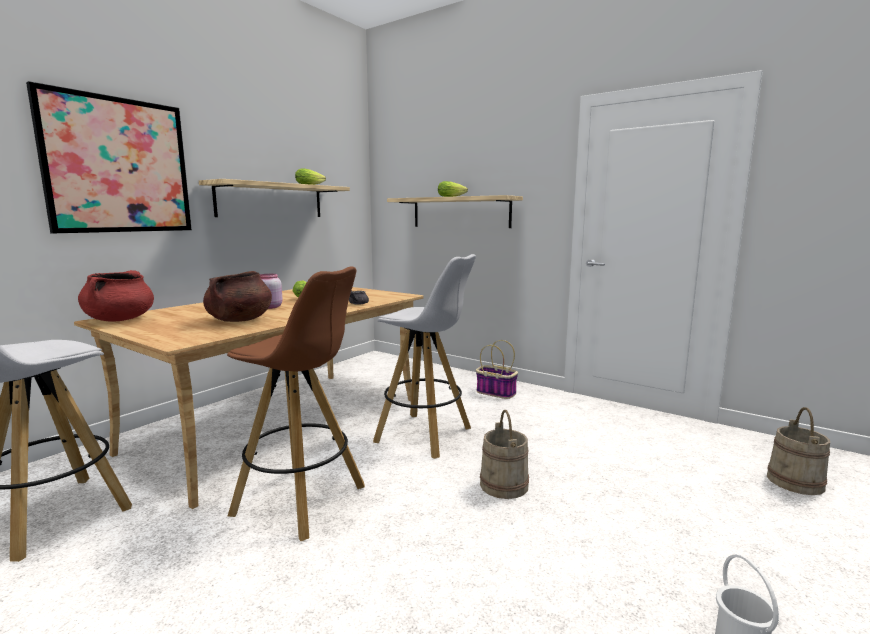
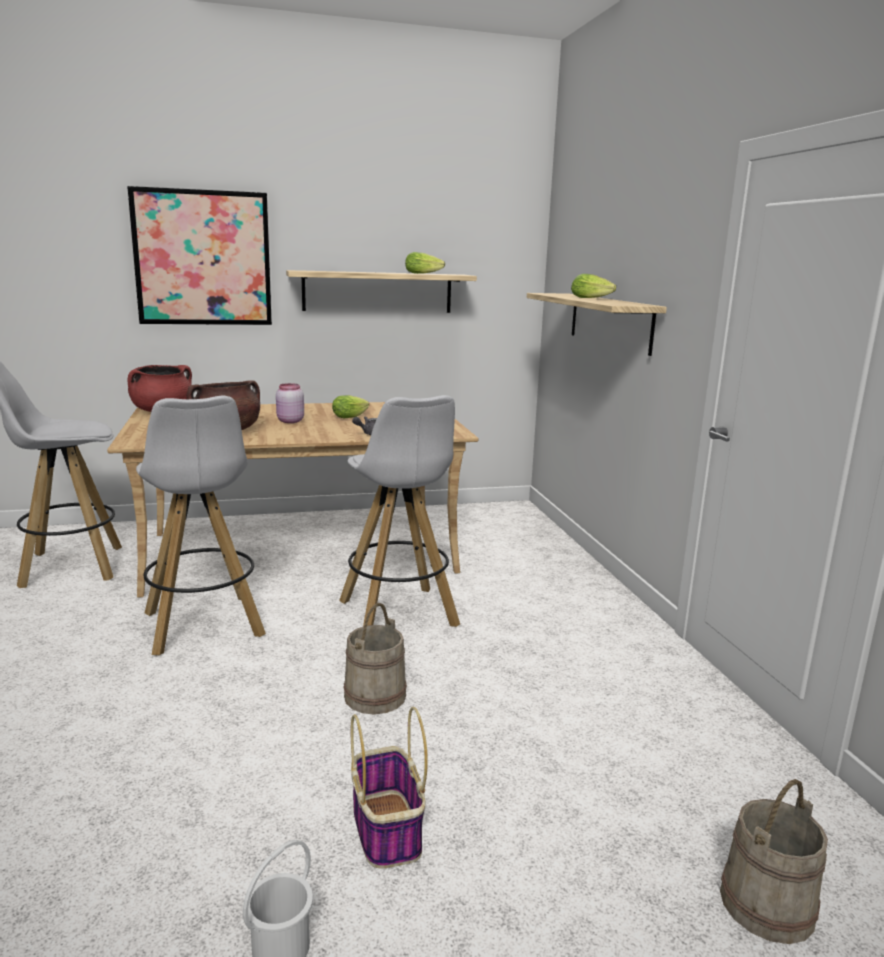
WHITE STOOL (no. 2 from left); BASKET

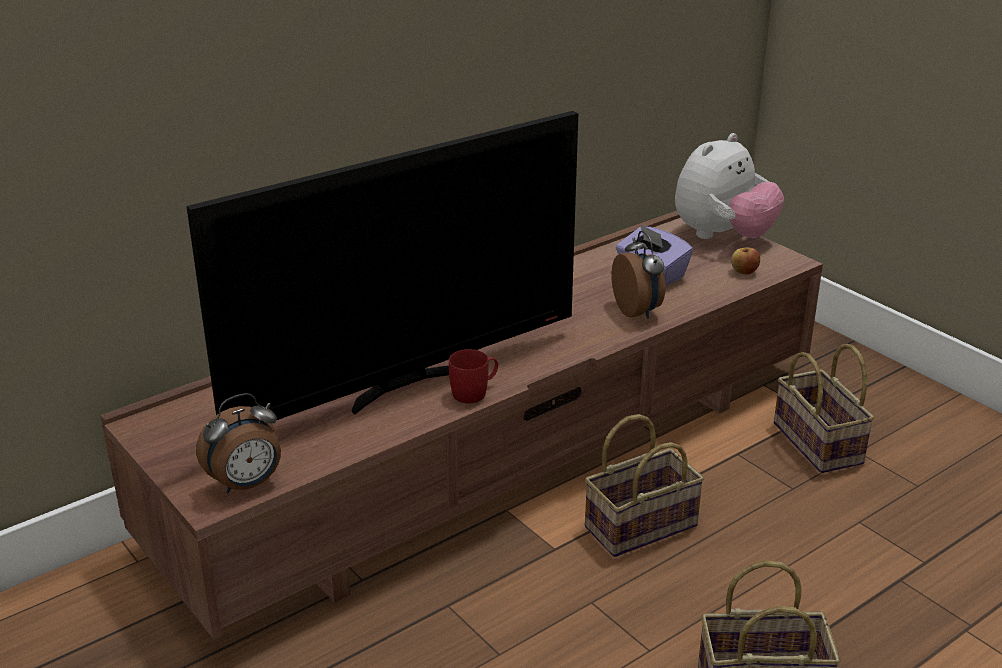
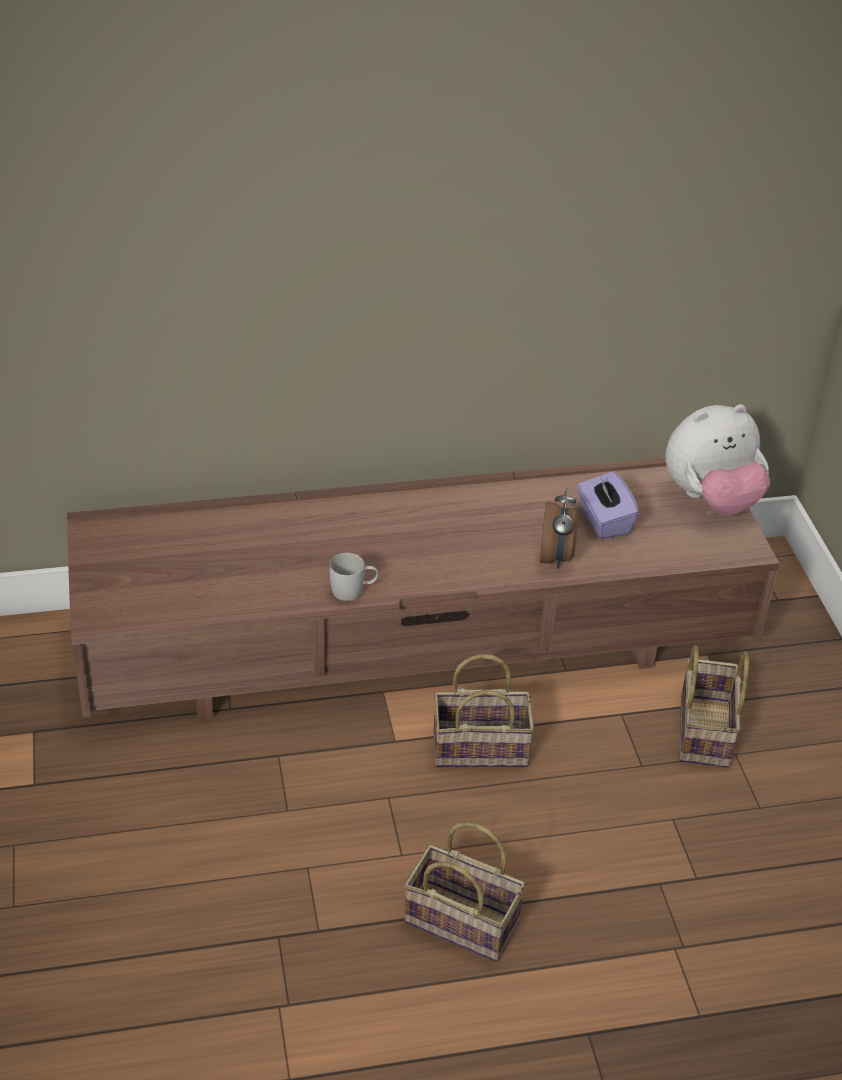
TELEVISION; ALARM CLOCK (no. 1 from left in the first image); WHITE MUG; APPLE

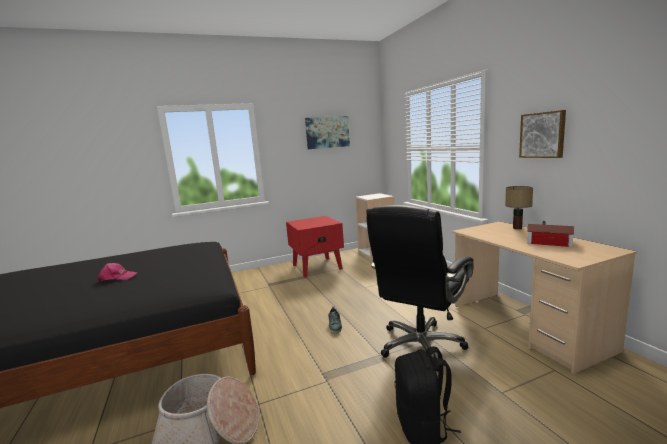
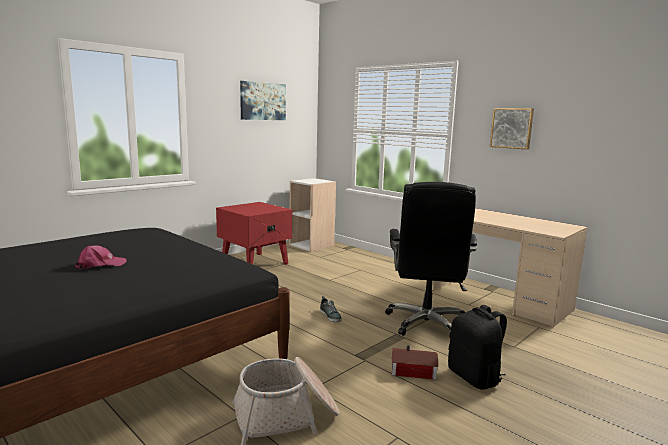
TABLE LAMP; TOY HOUSE

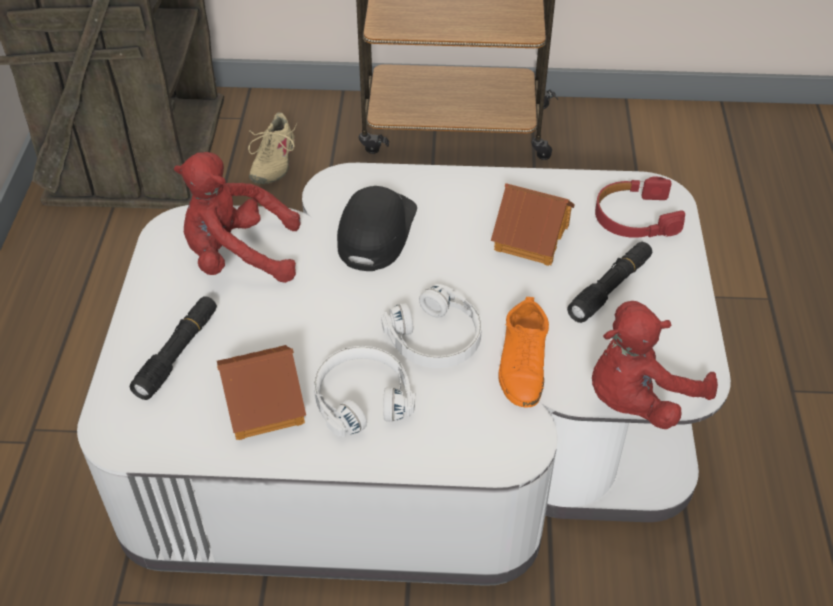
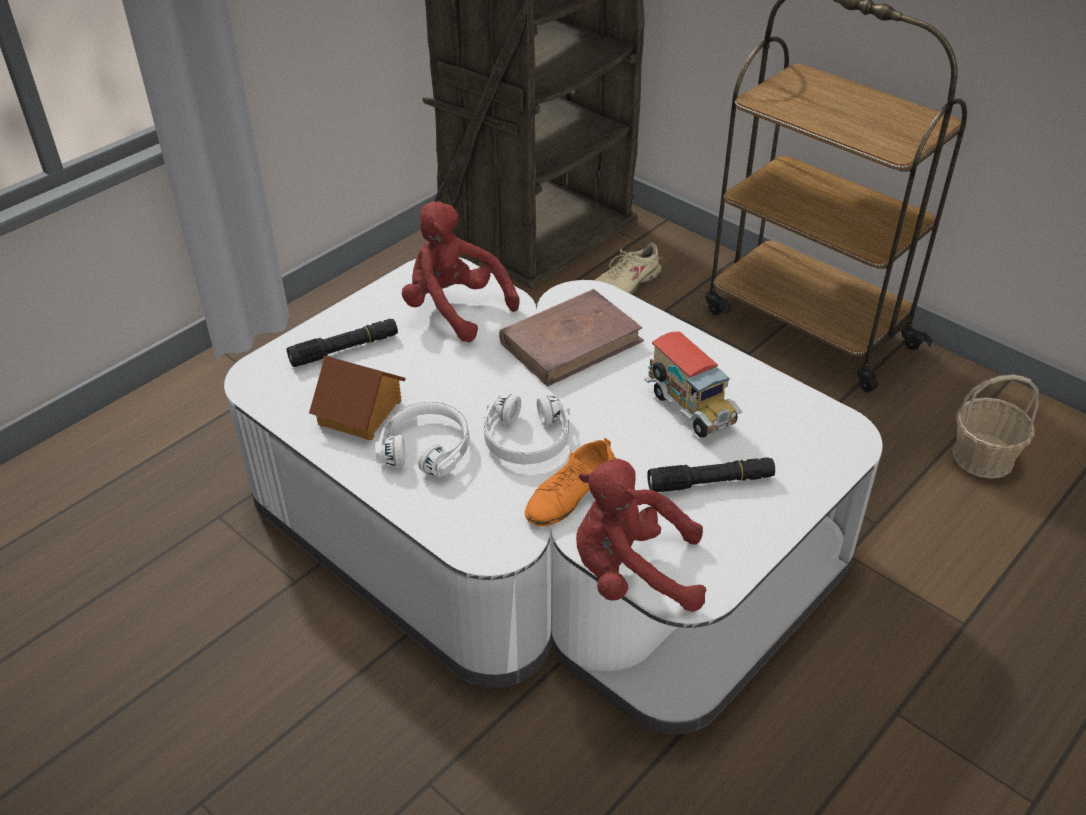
BROWN BOOK; TOY TRUCK; RED HEADPHONES; BASKET

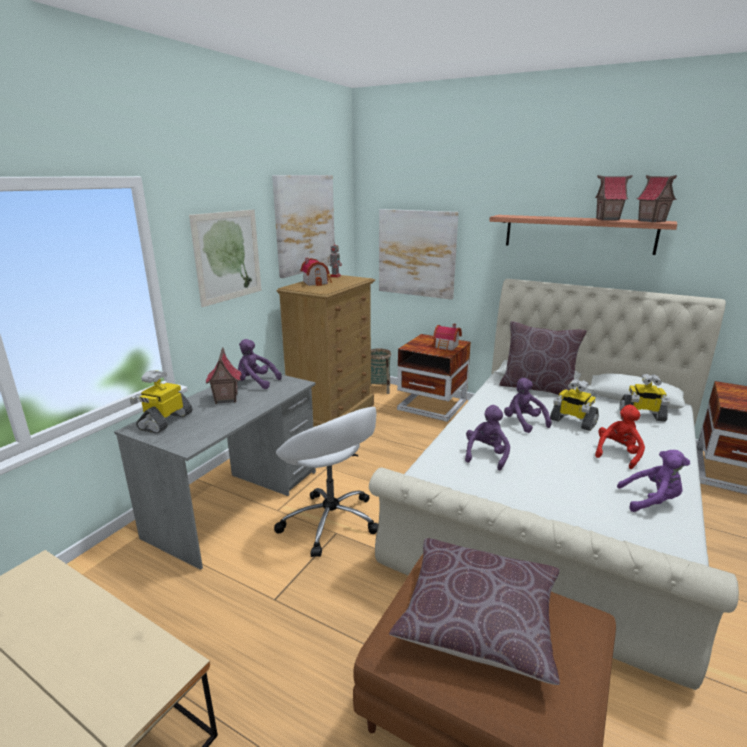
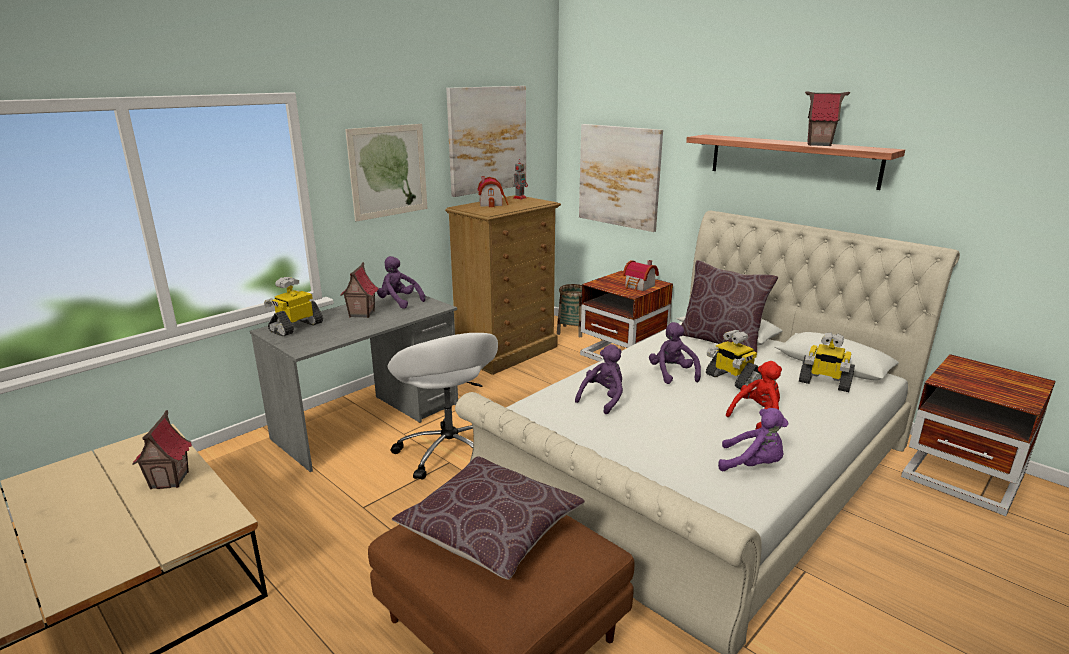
TOY HOUSE (no. 1 from left)

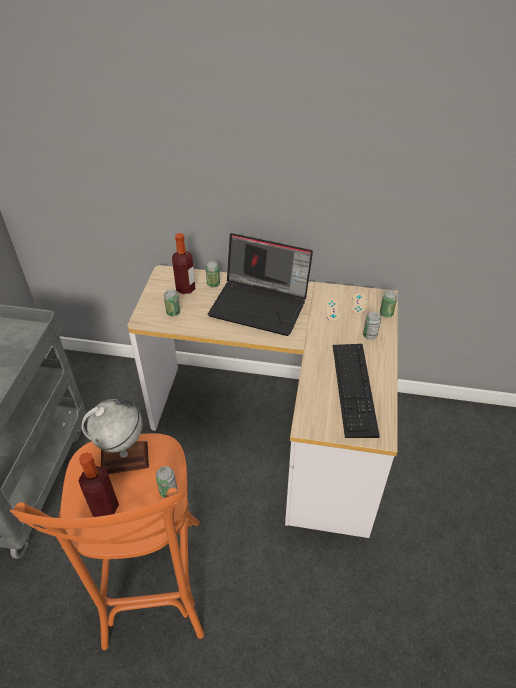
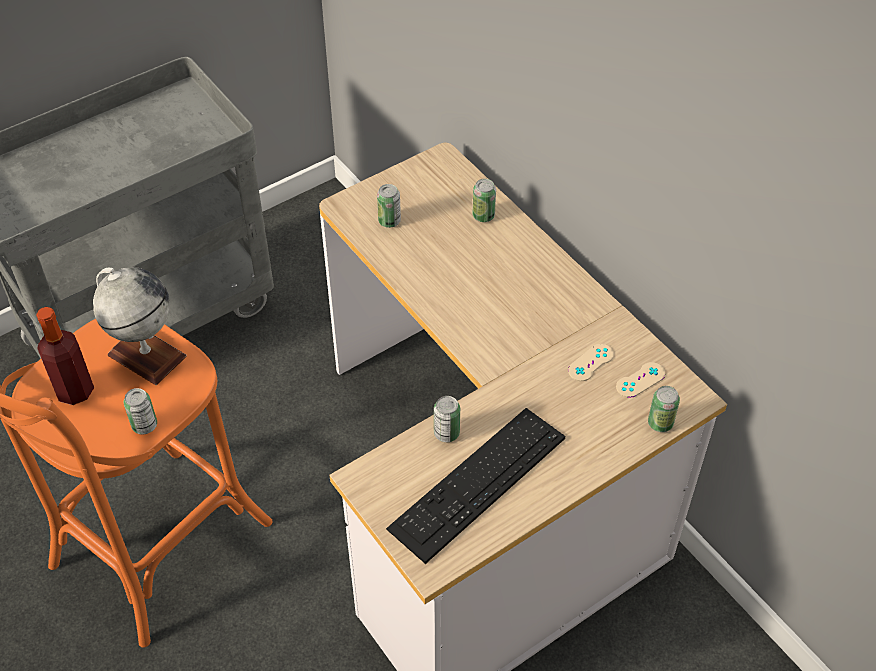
BOTTLE (no. 2 from left in the first image); LAPTOP; CAN (no. 3 from left)

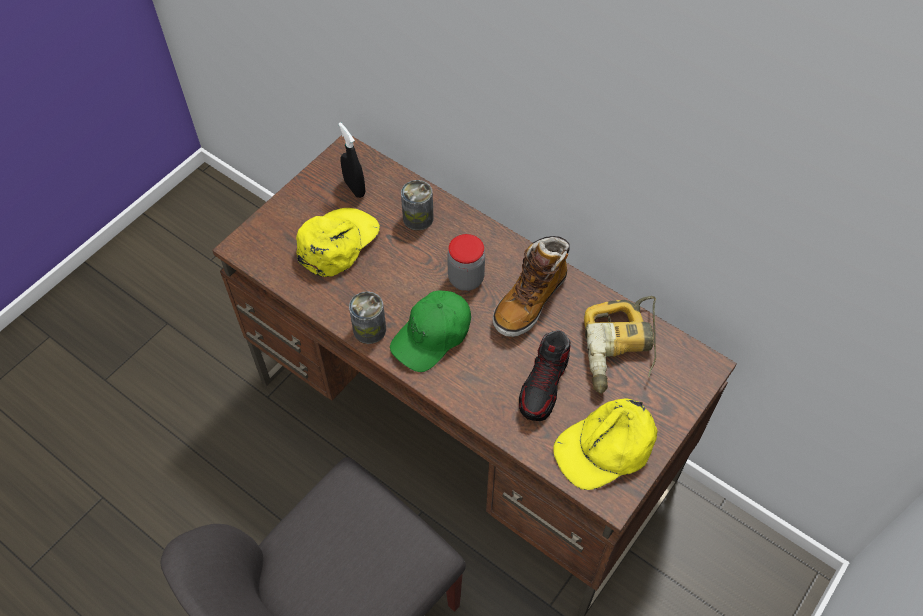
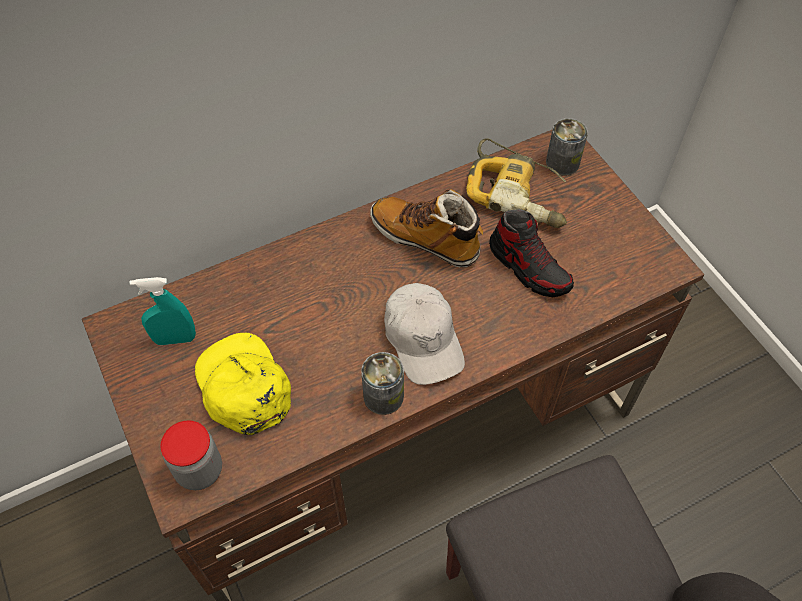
TURQUOISE SPRAY BOTTLE; WHITE CAP; CAN (no. 2 from left); JAR; BOOT; YELLOW CAP (no. 2 from left in the first image)

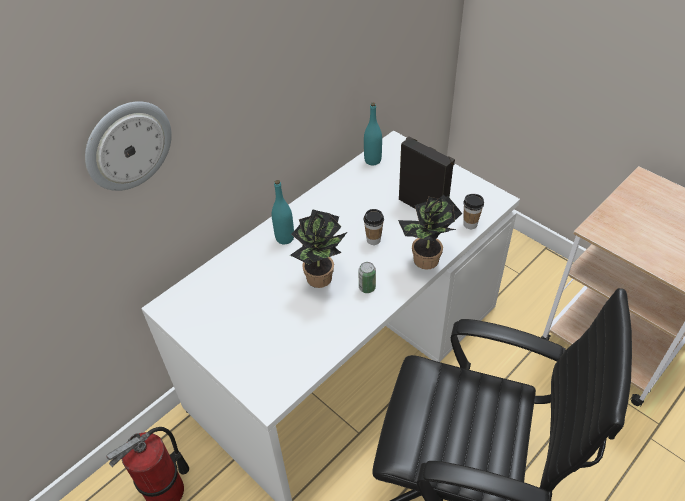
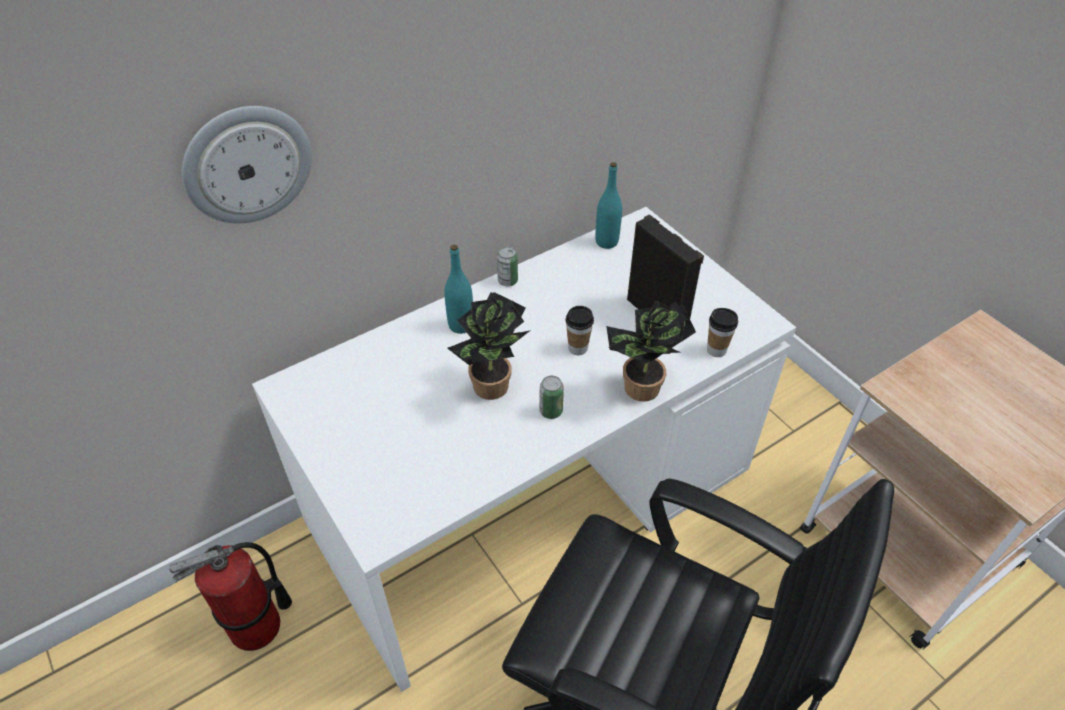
CAN (no. 1 from left)

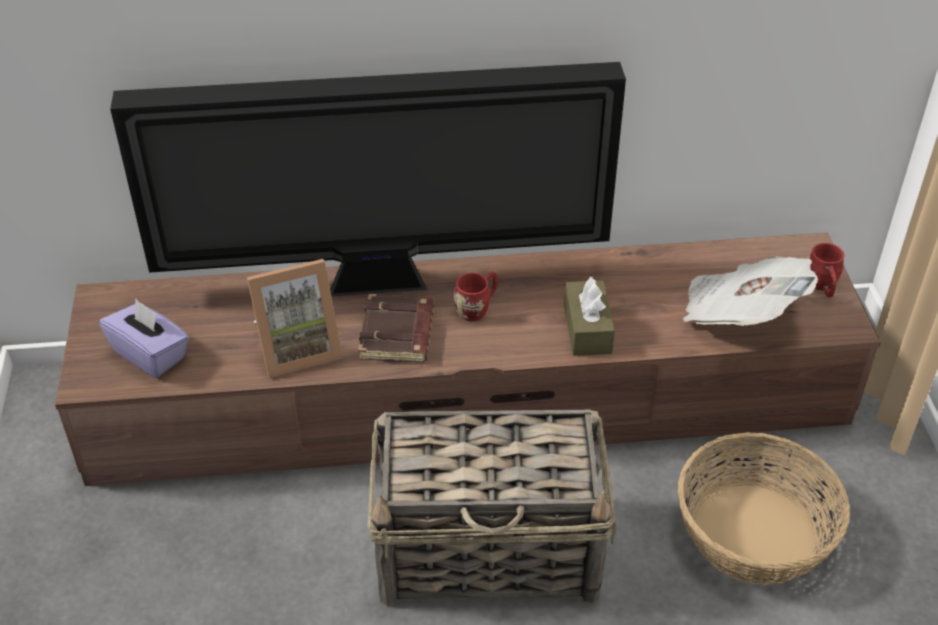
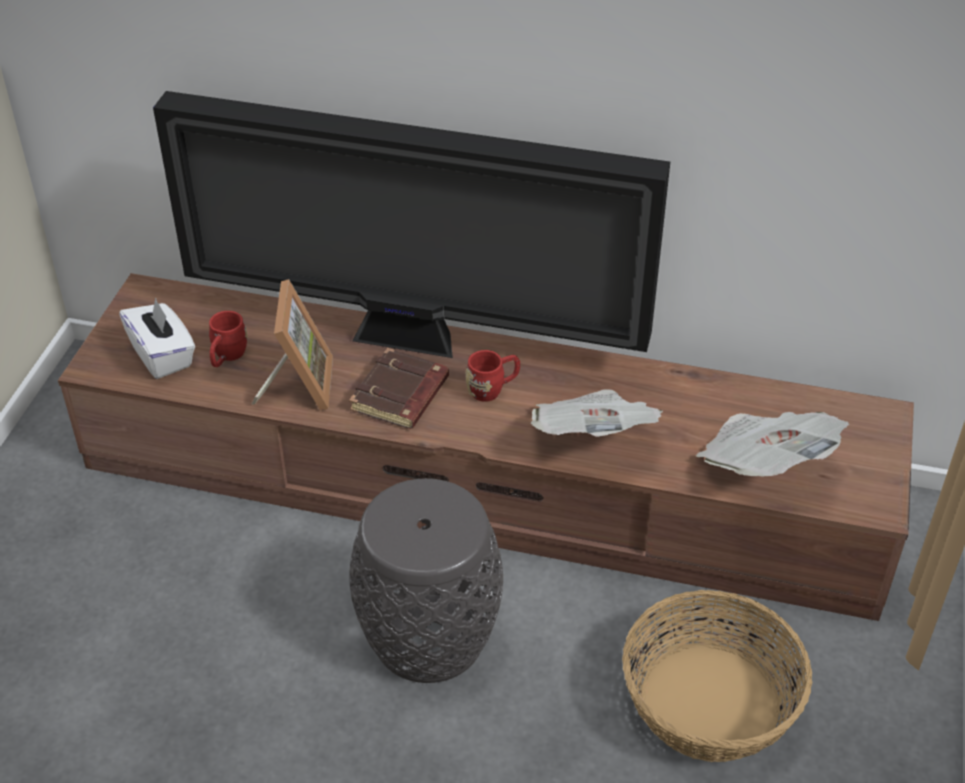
WHITE TISSUE BOX; PICTURE FRAME; GREY STOOL; NEWSPAPER (no. 1 from left); RED MUG (no. 1 from left)

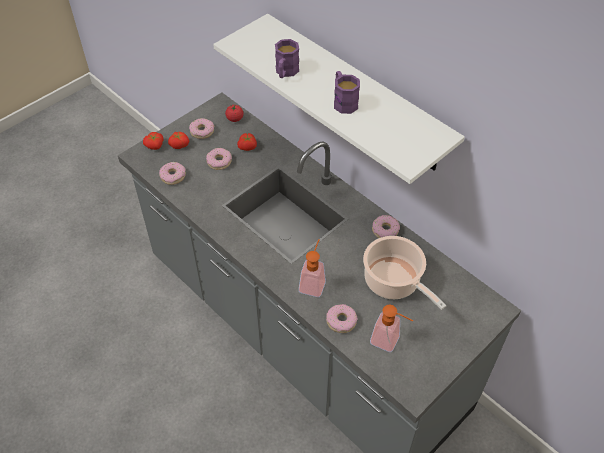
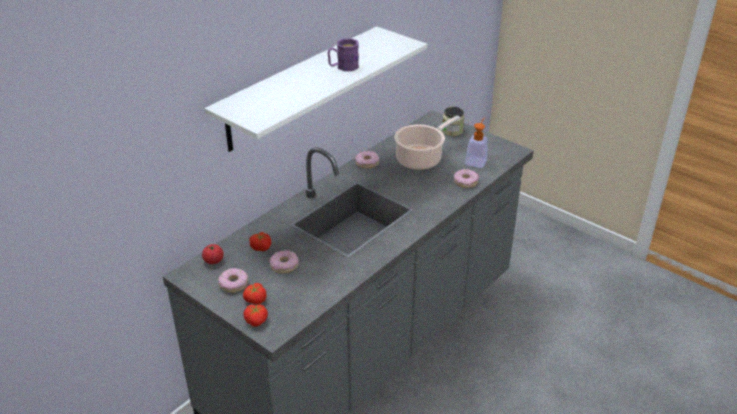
DONUT (no. 1 from left in the first image); PURPLE MUG (no. 1 from left in the first image); SOAP DISPENSER (no. 1 from left in the first image); JAR

